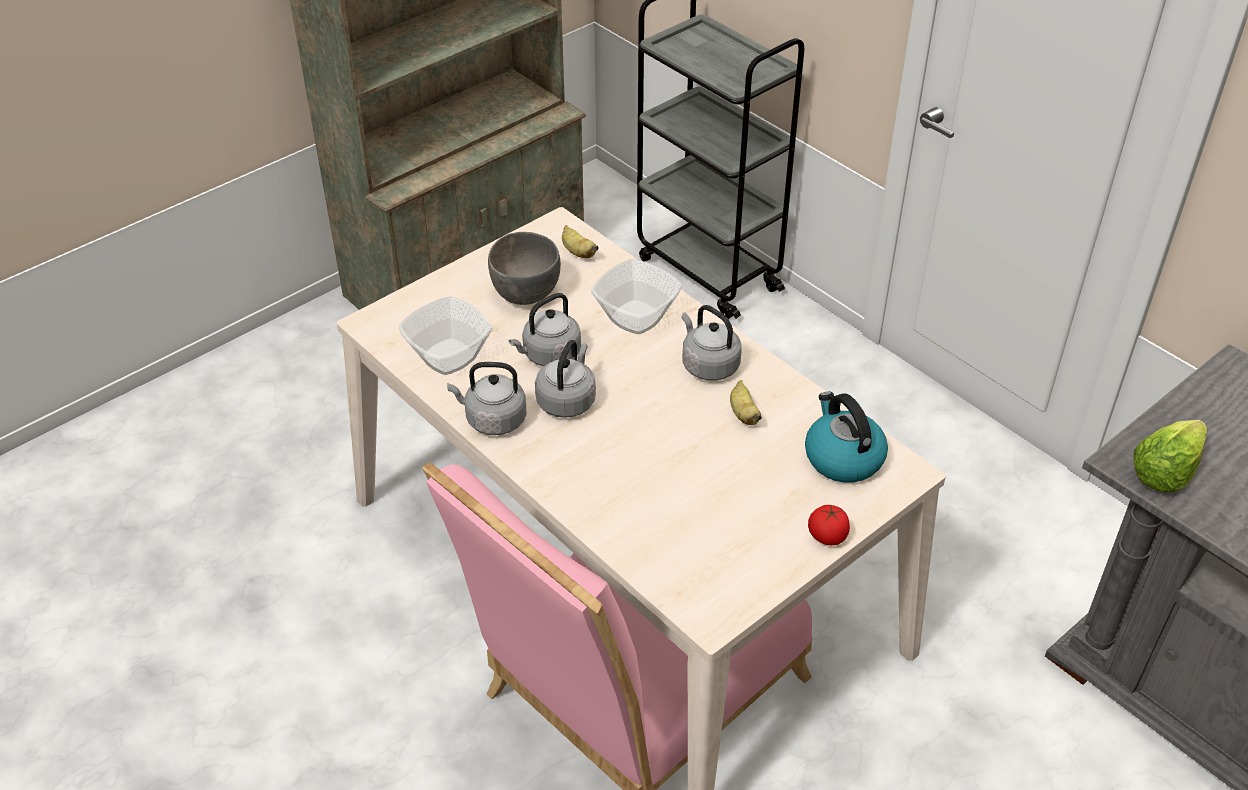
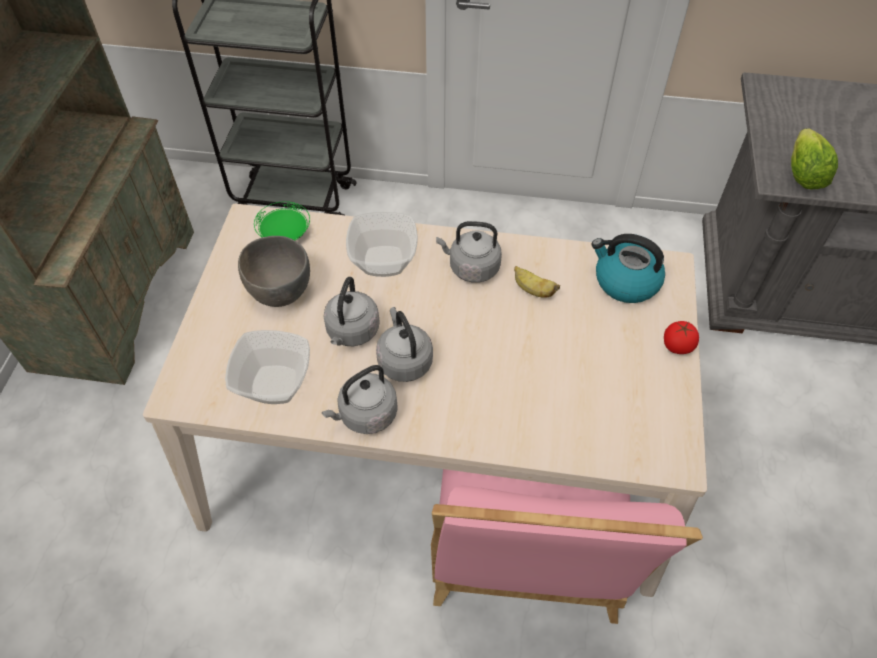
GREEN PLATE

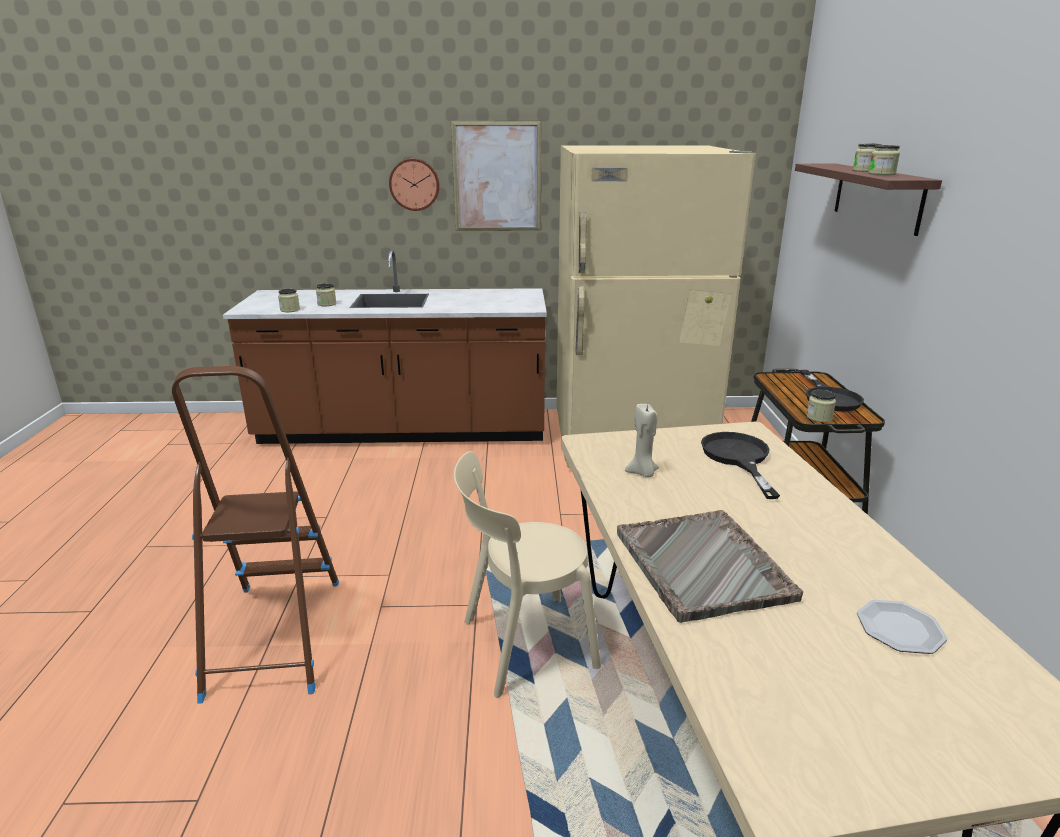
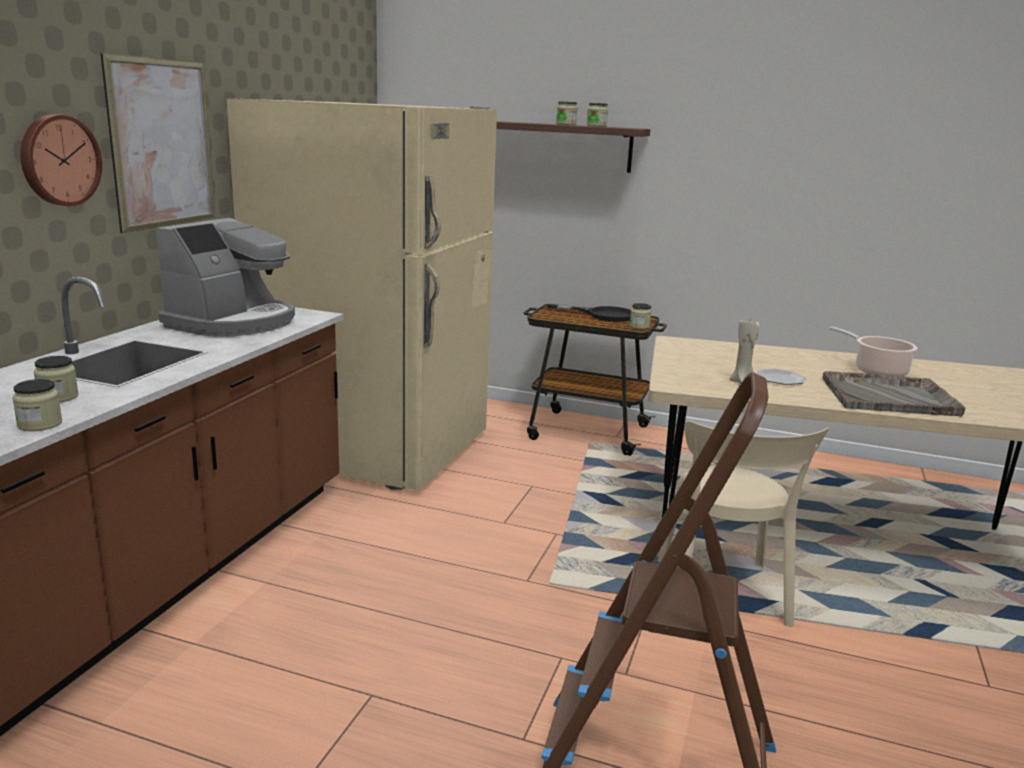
BLACK FRYING PAN (no. 1 from left in the first image); PLATE; COFFEE MACHINE; COOKING POT

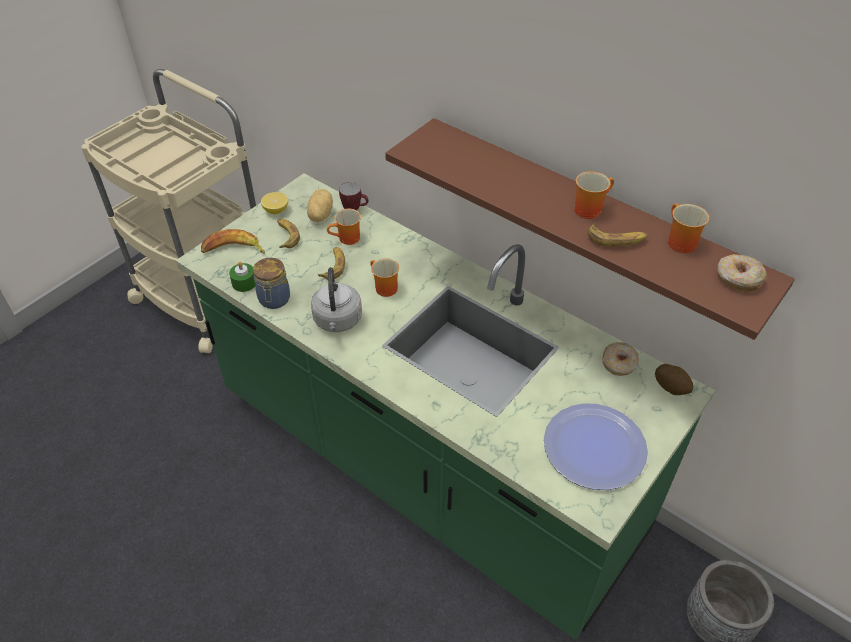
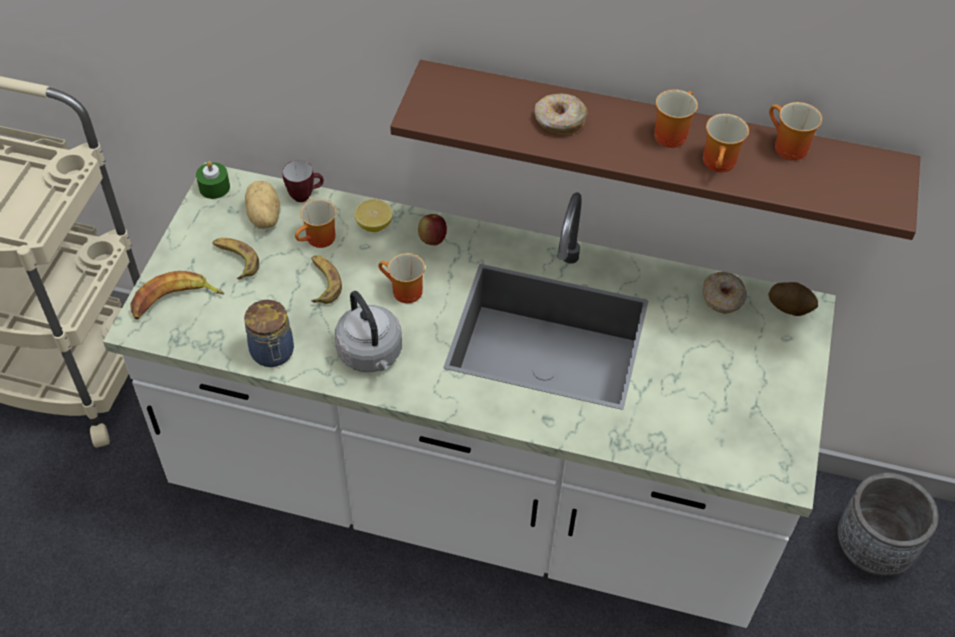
WHITE COUNTER; GREEN CANDLE; LEMON; PLATE; MUG (no. 5 from left); DONUT (no. 1 from left); APPLE

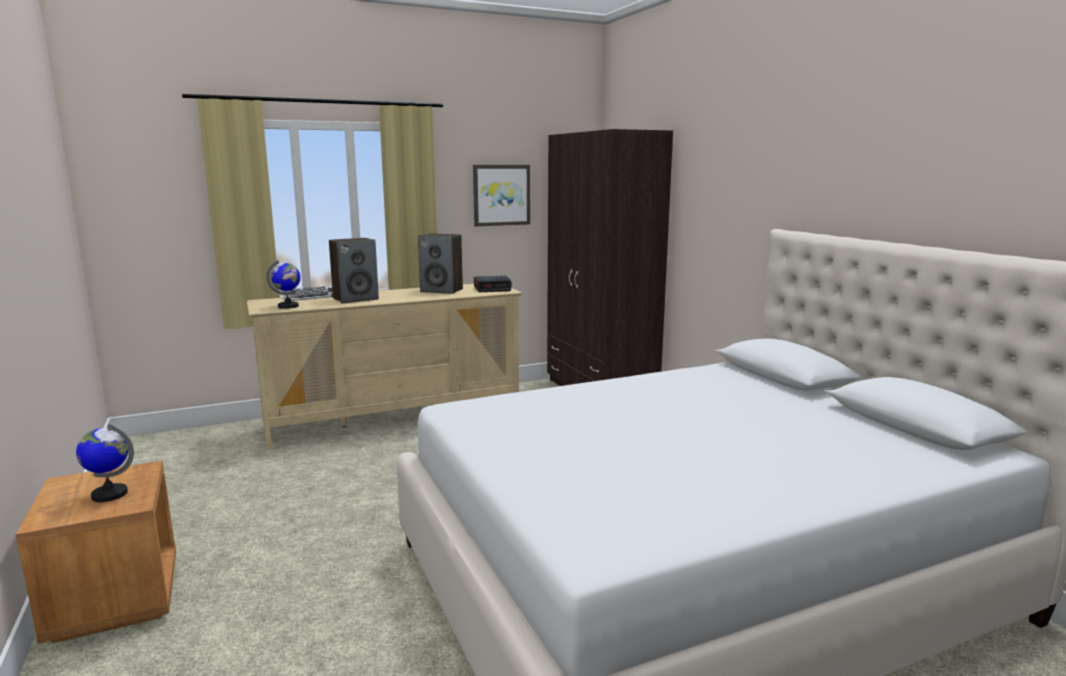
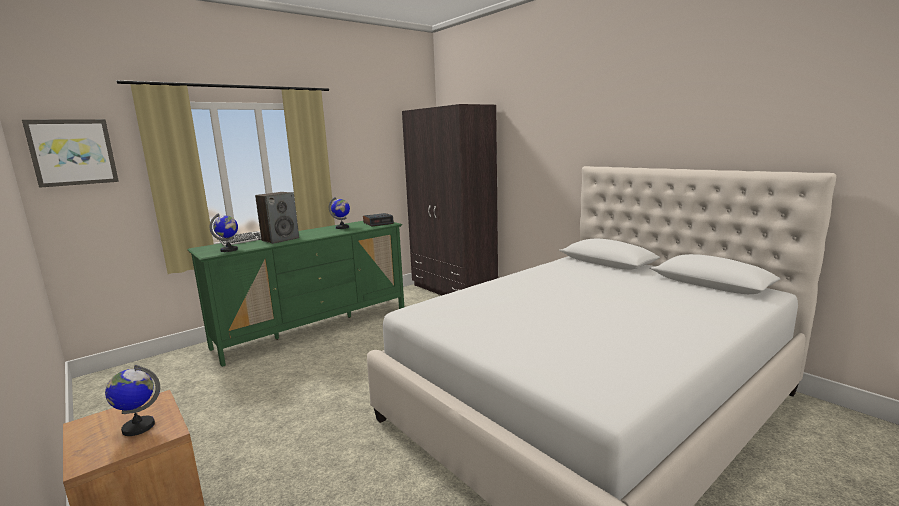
GREEN DRESSER; GLOBE (no. 3 from left); PICTURE

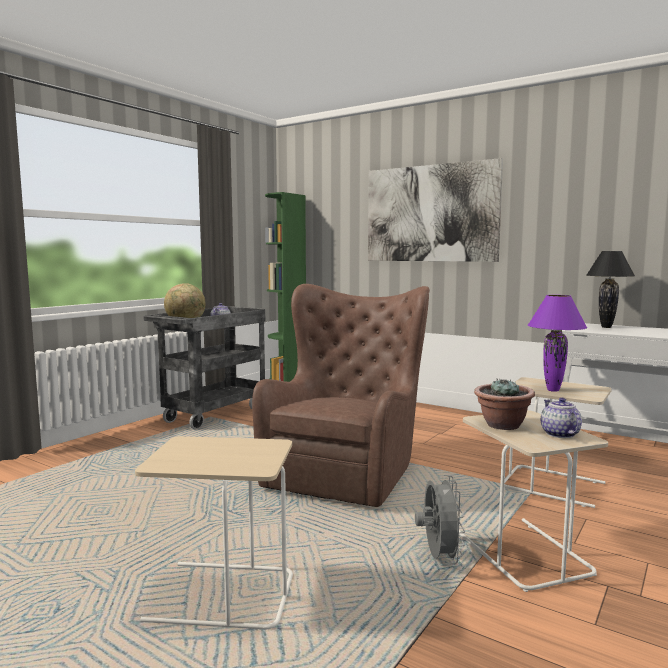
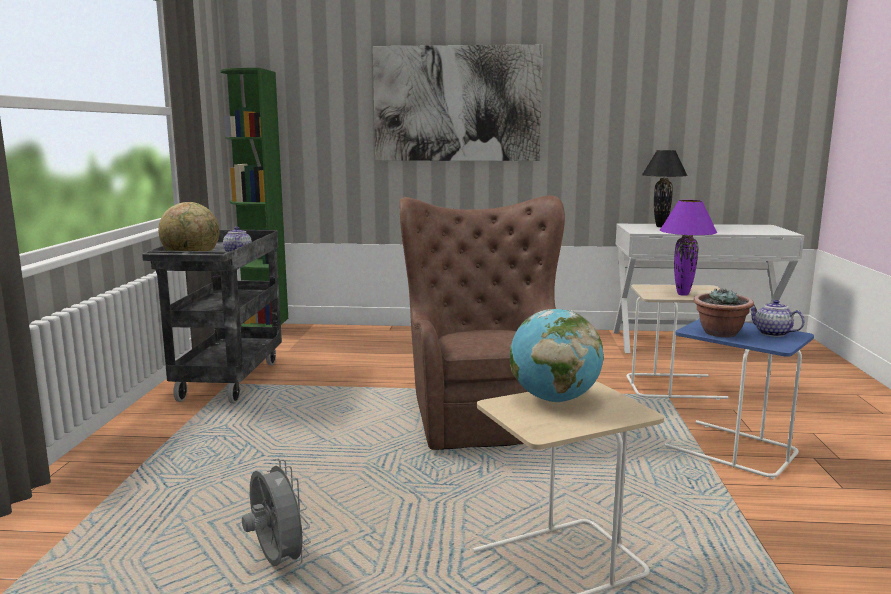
GREY FAN; BLUE SIDE TABLE; GLOBE (no. 2 from left)

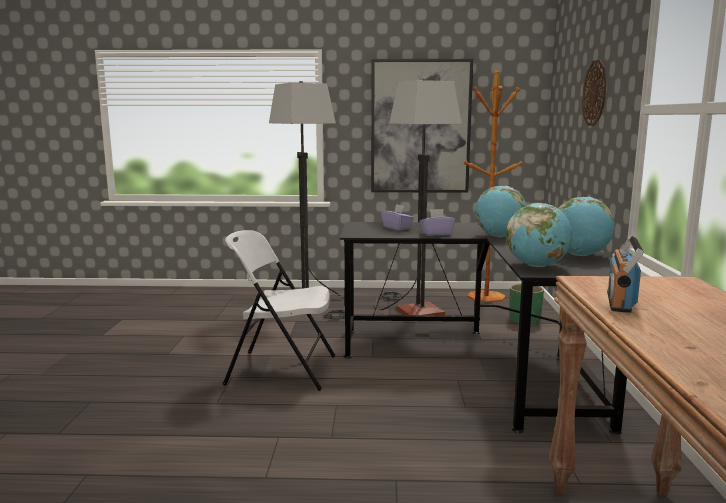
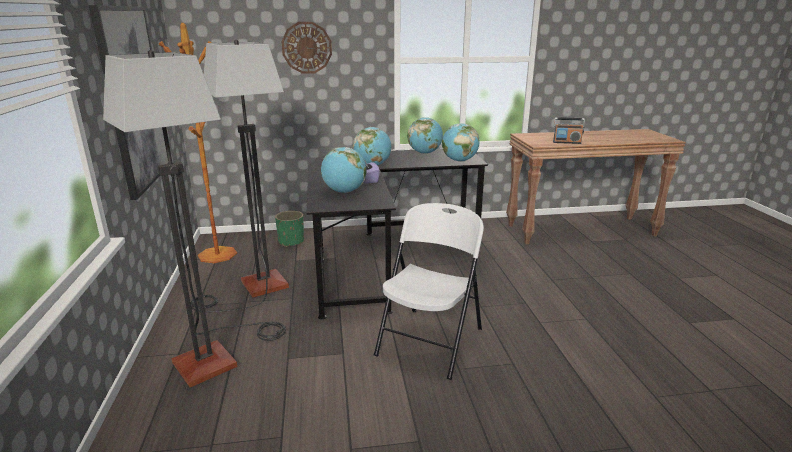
WHITE CHAIR; GLOBE (no. 1 from left)

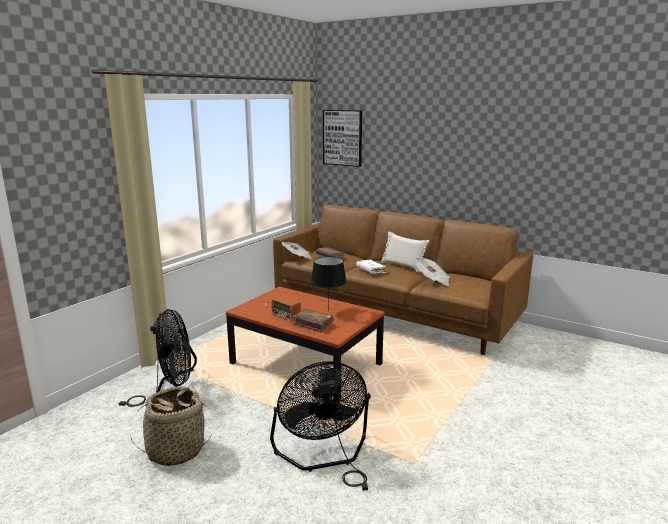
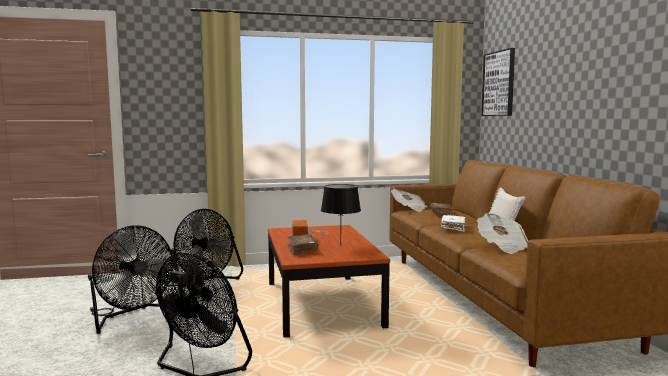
BLACK FAN (no. 1 from left)

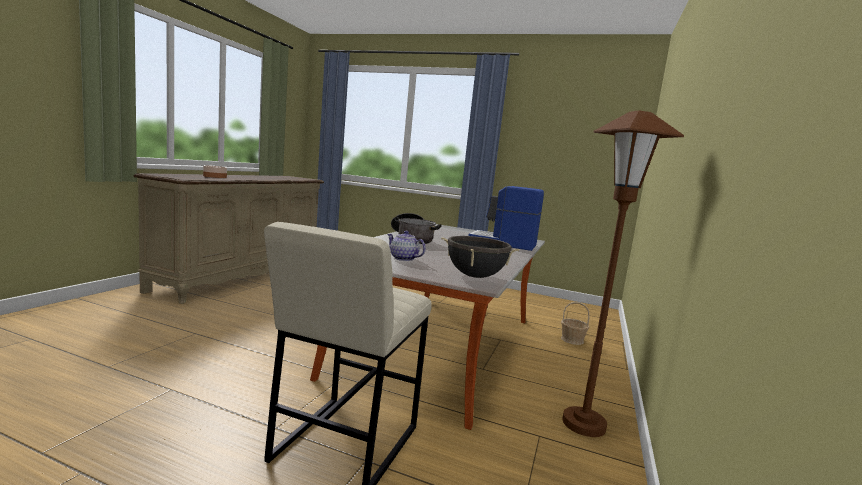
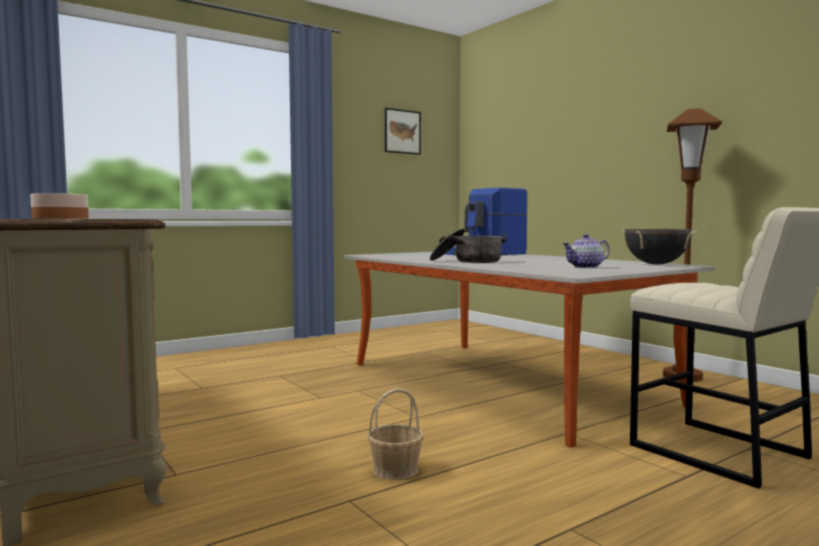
BASKET; PICTURE

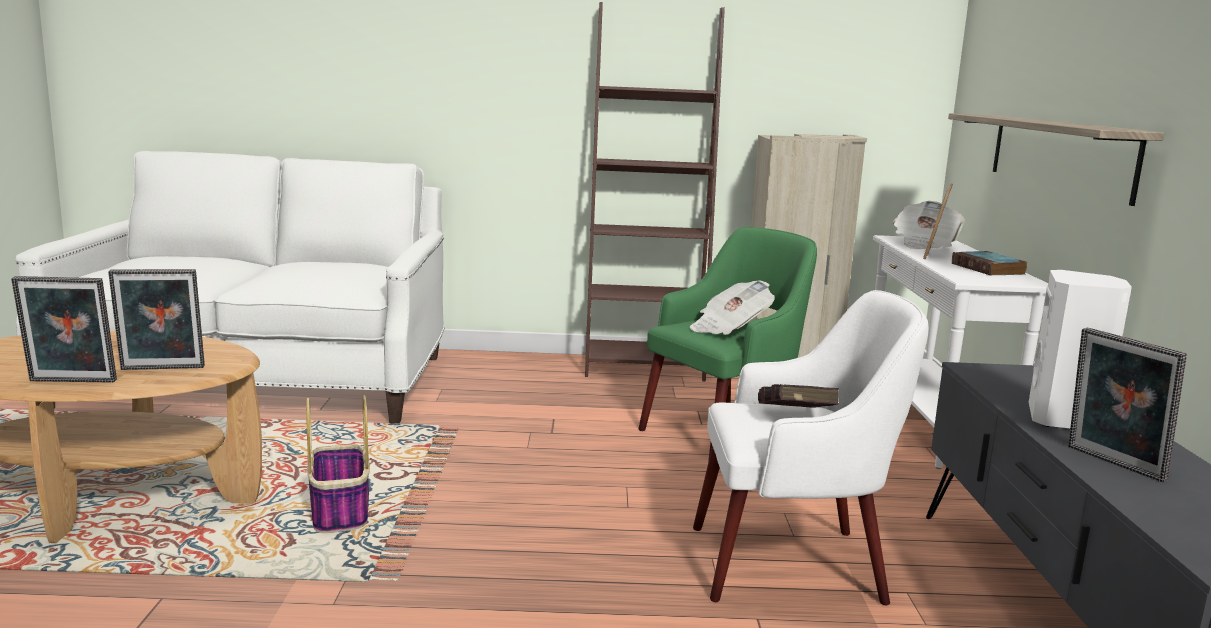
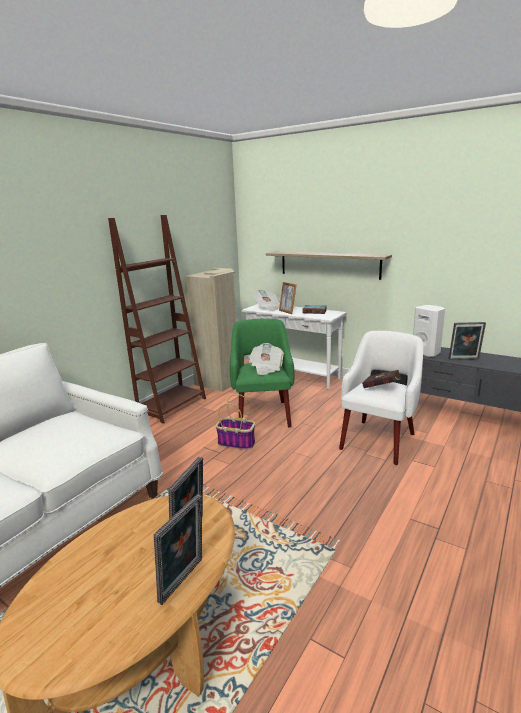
BASKET

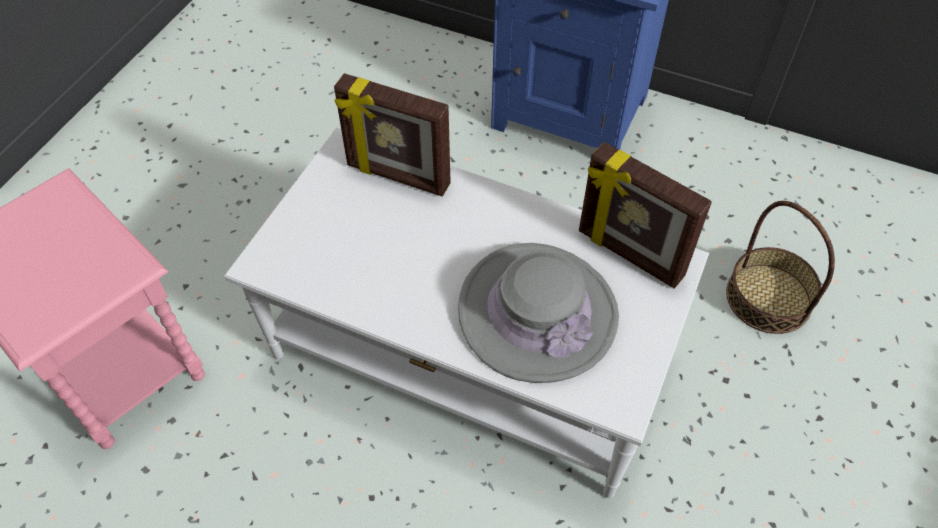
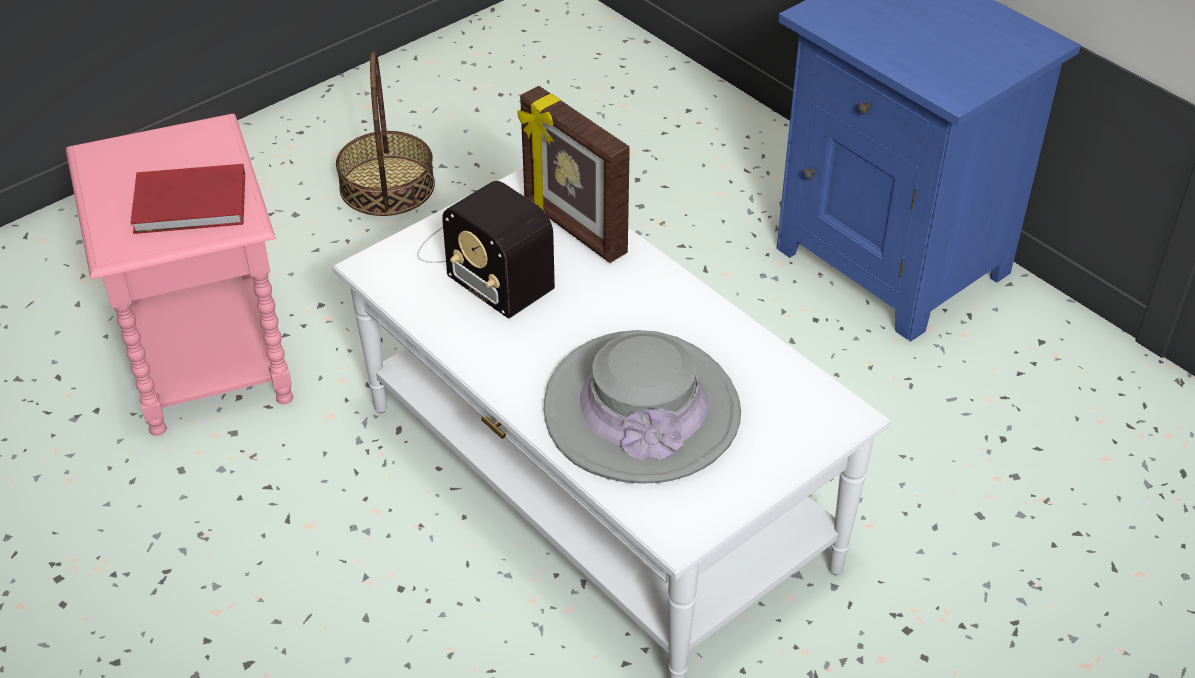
PICTURE FRAME (no. 2 from left in the first image); BASKET; RED BOOK; RADIO

